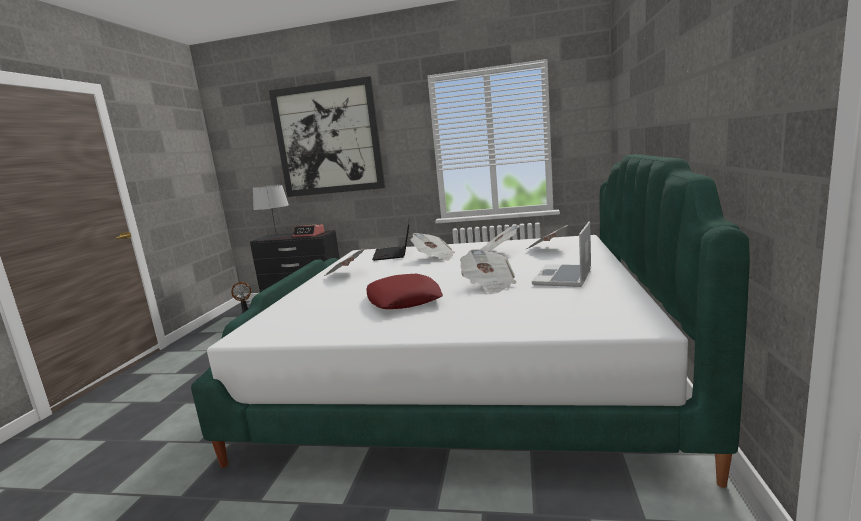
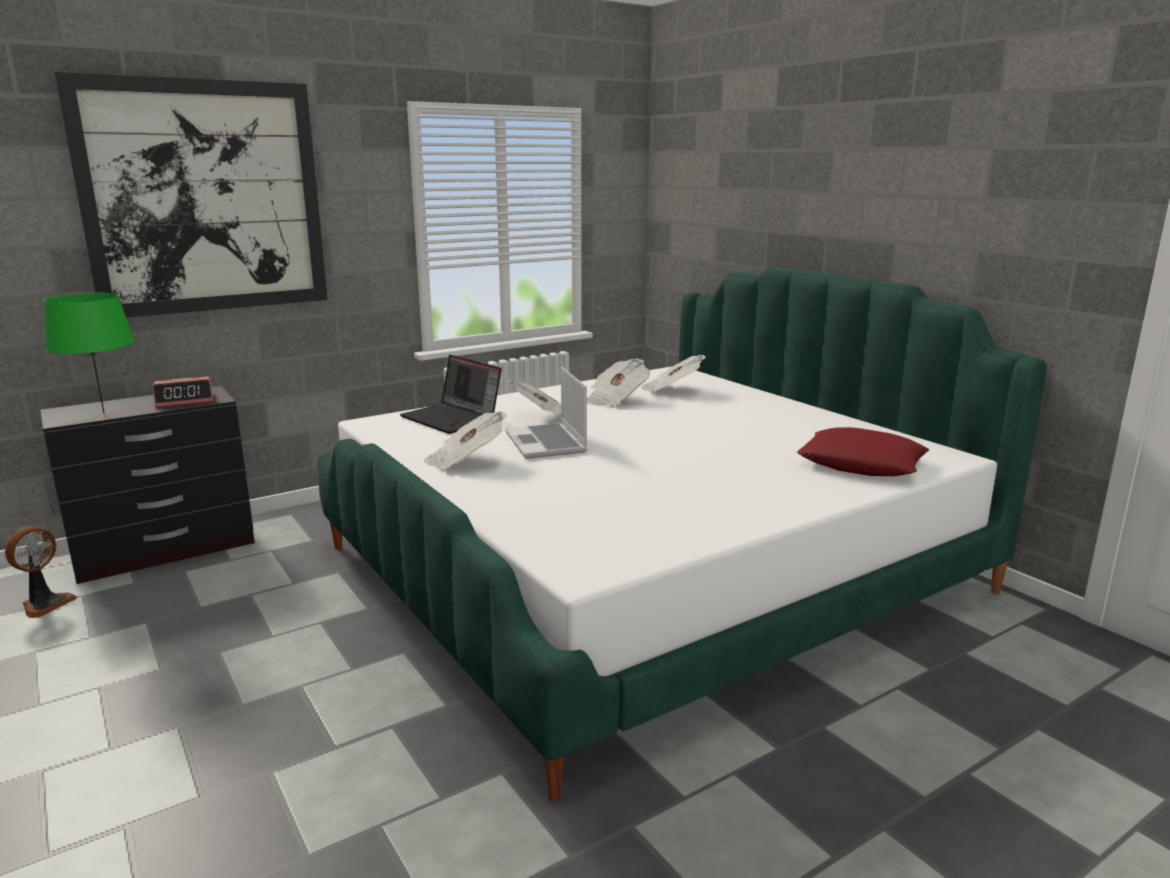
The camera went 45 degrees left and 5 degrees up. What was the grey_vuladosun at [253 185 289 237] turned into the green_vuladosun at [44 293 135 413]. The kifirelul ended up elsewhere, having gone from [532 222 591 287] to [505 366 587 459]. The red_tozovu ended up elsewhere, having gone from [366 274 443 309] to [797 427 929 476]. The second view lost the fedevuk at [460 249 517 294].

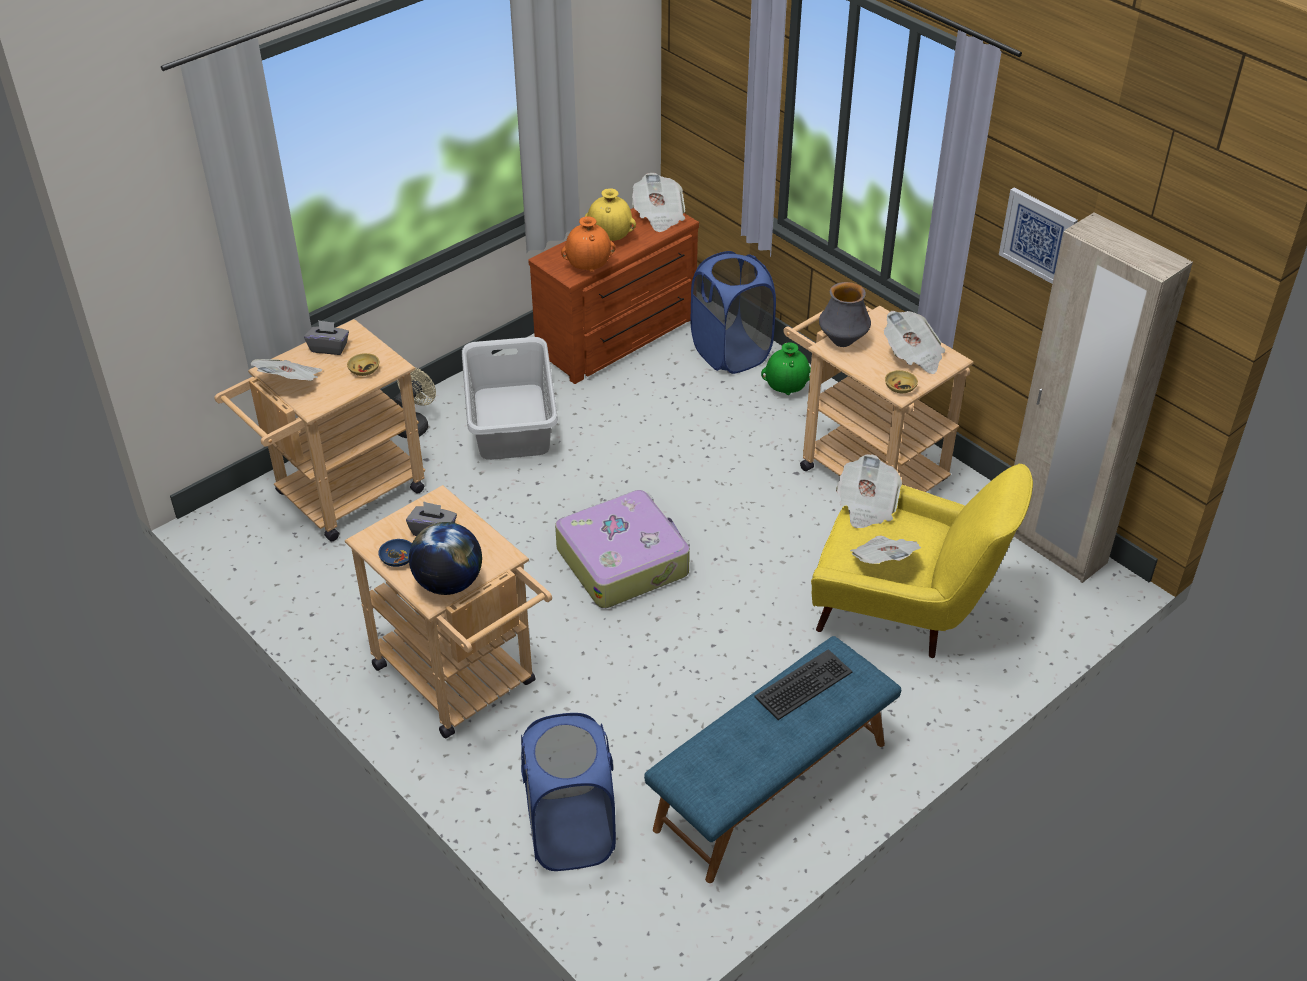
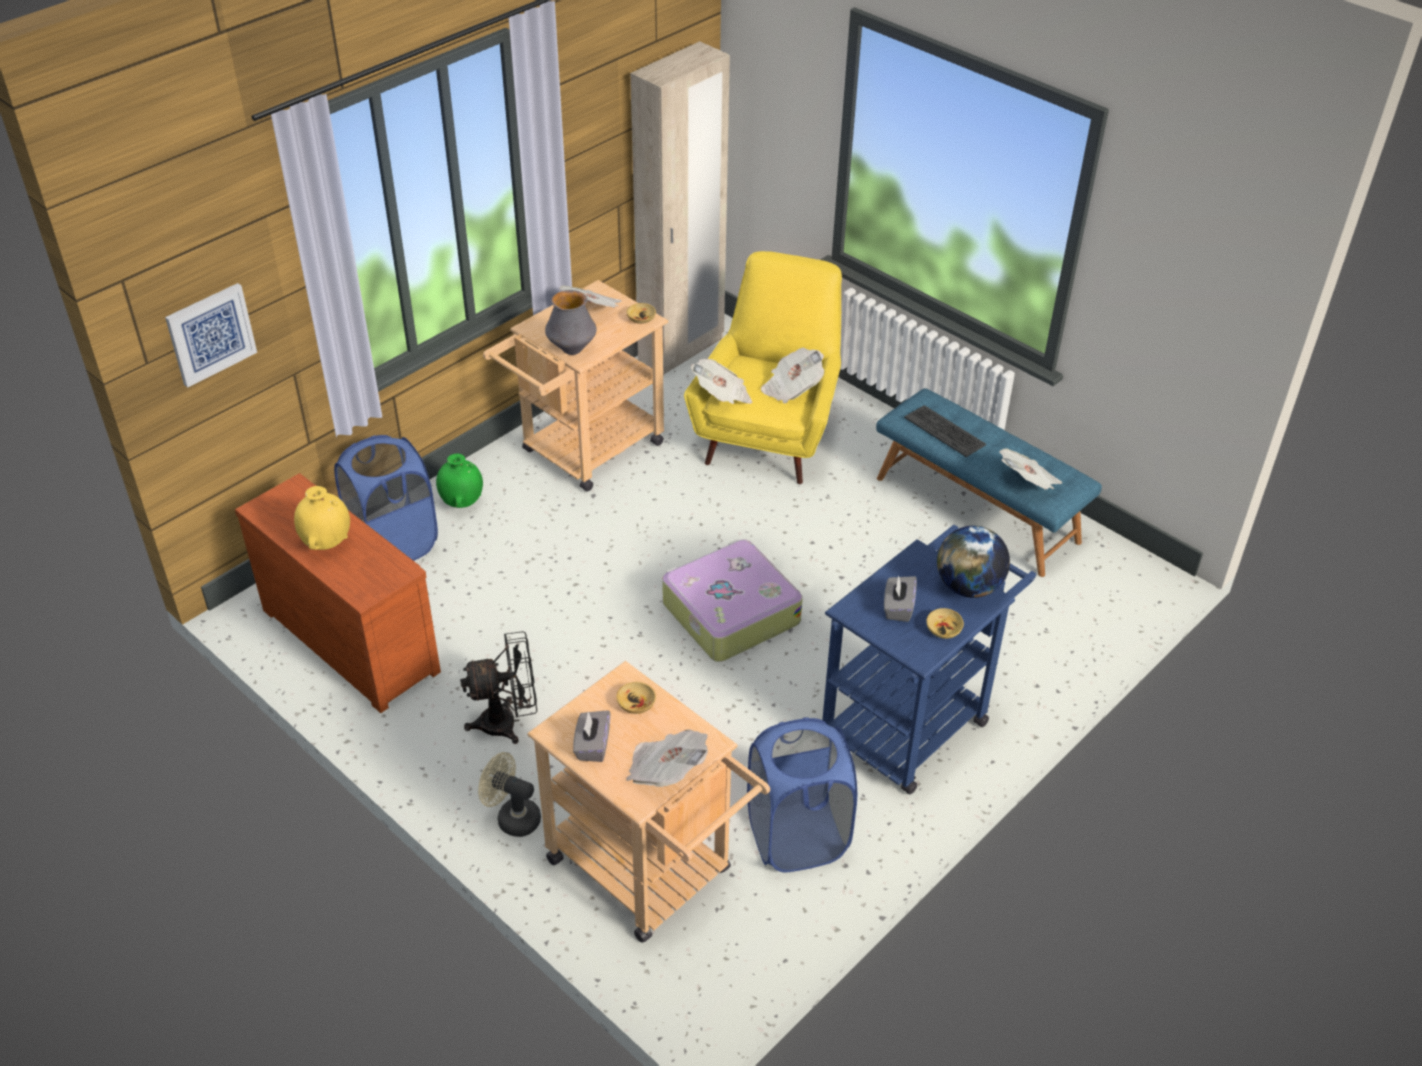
The camera went 95 degrees left and 0 degrees up. The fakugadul ended up elsewhere, having gone from [999 188 1078 284] to [165 283 257 388]. Where the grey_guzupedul stood at [462 337 558 460], the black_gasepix came to stand at [460 631 537 744]. The blue_guzupedul ended up elsewhere, having gone from [521 713 616 871] to [747 717 857 872]. What was the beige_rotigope at [345 485 552 738] turned into the blue_rotigope at [822 525 1036 794]. What was the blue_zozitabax at [378 539 412 567] turned into the beige_zozitabax at [926 608 964 639]. The fedevuk ended up elsewhere, having gone from [632 173 685 232] to [1000 448 1062 490]. The second view lost the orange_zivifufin at [561 216 615 272].

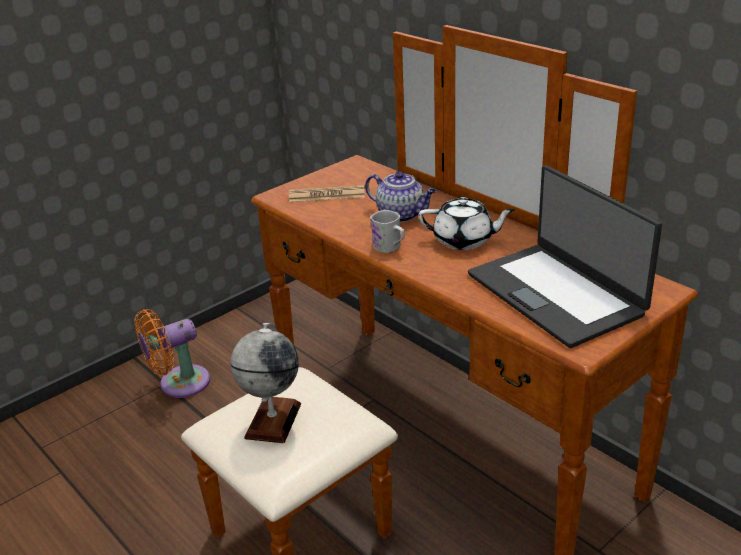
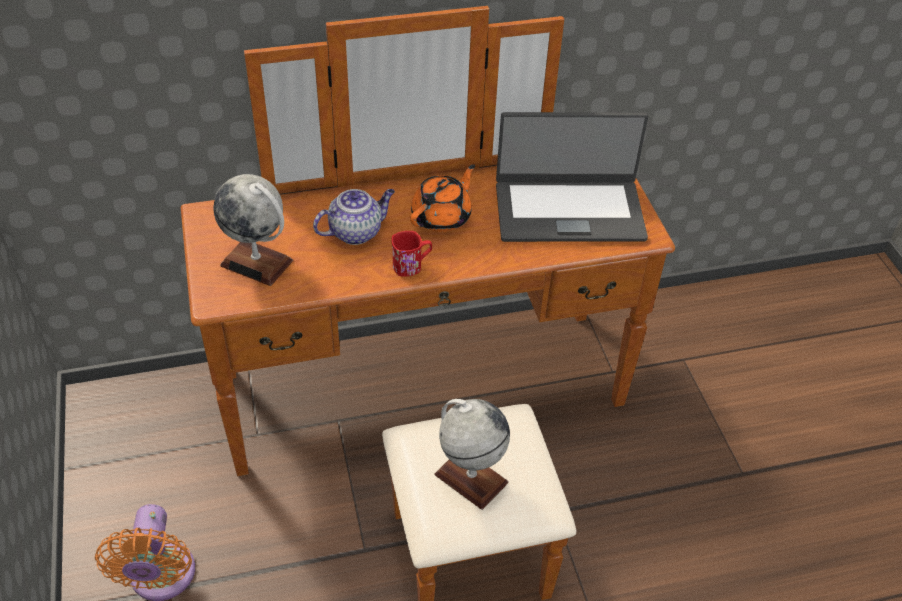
The camera went 65 degrees left and 15 degrees up. Where the fedevuk stood at [289 185 365 202], the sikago came to stand at [213 174 293 286]. What was the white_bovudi at [370 210 405 253] turned into the red_bovudi at [391 231 432 277]. What was the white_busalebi at [419 197 515 250] turned into the orange_busalebi at [410 164 475 232].

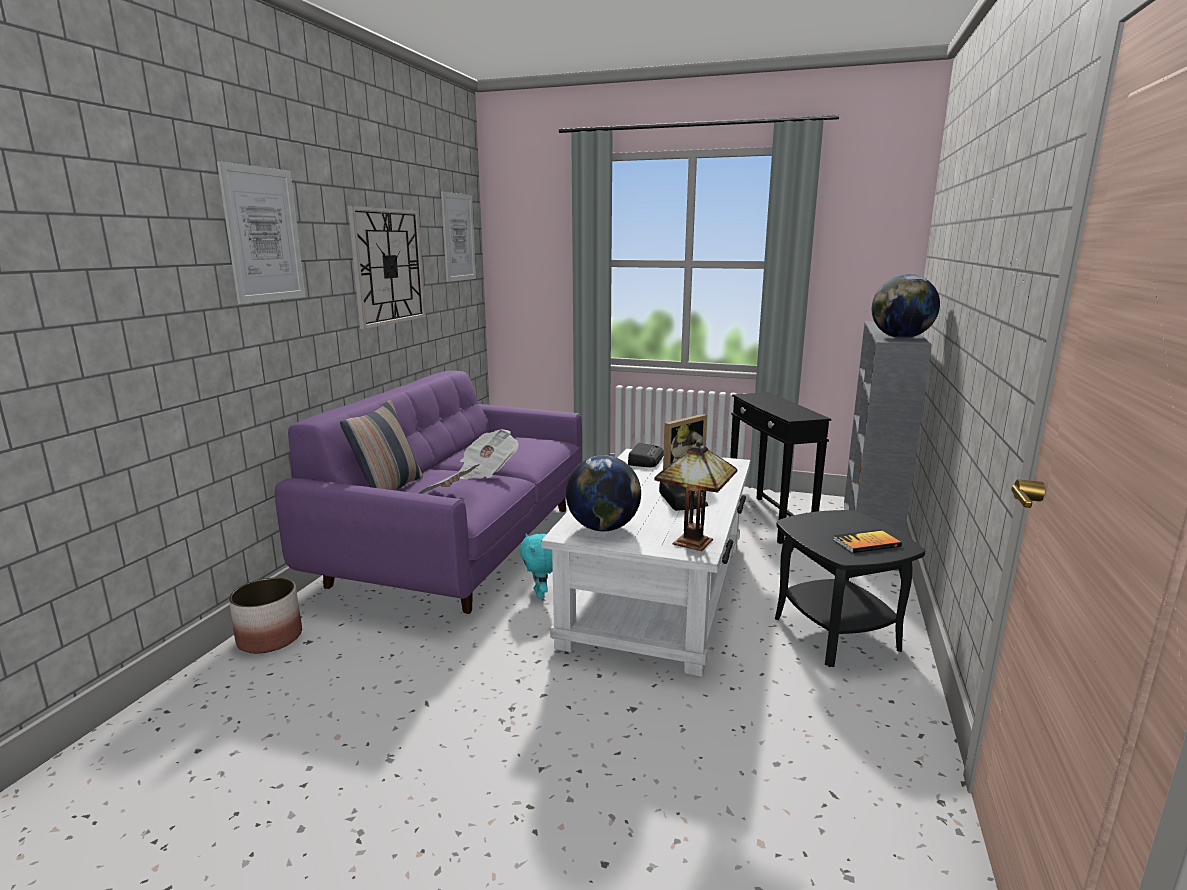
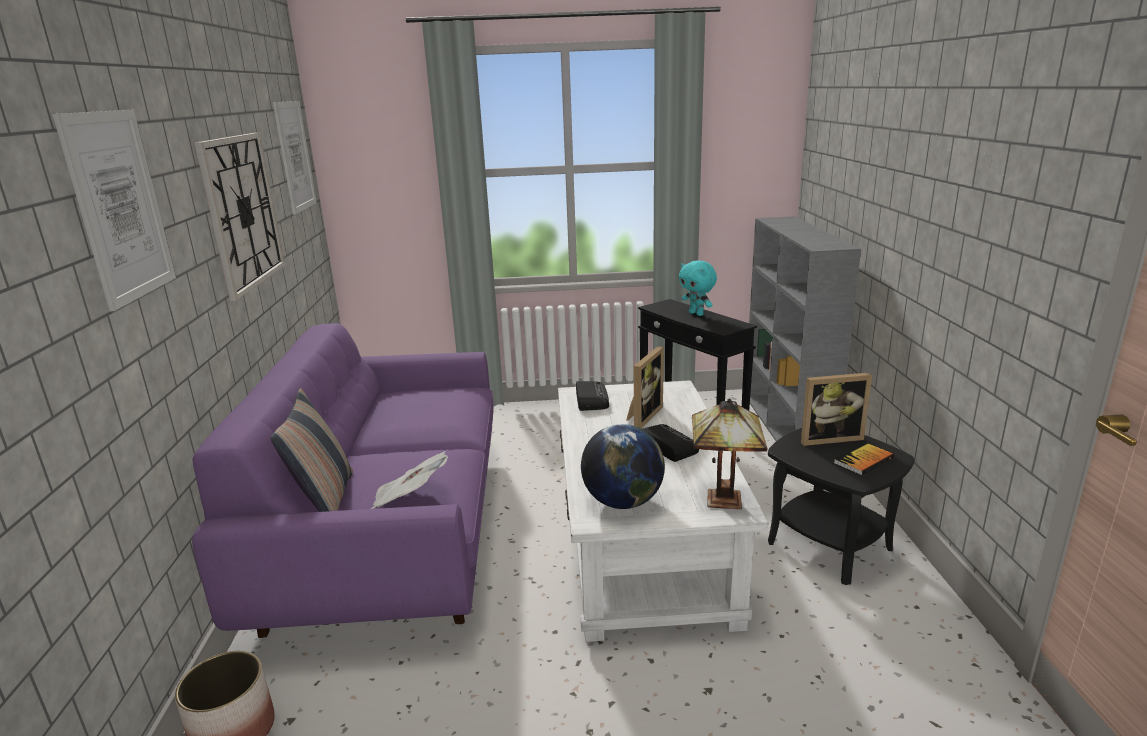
The camera went 20 degrees left and 5 degrees up. The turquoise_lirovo ended up elsewhere, having gone from [520 533 553 598] to [679 260 717 316]. The second view gained the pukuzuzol at [801 373 872 446]. The second view lost the fedevuk at [459 429 519 479]. The second view lost the sikago at [872 274 940 338].

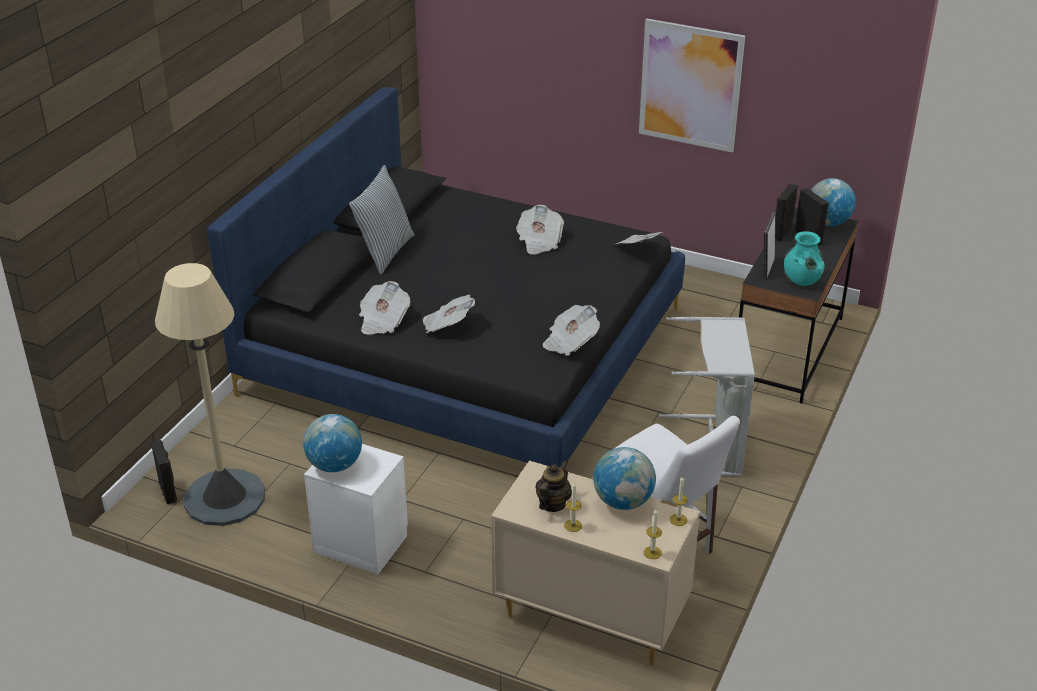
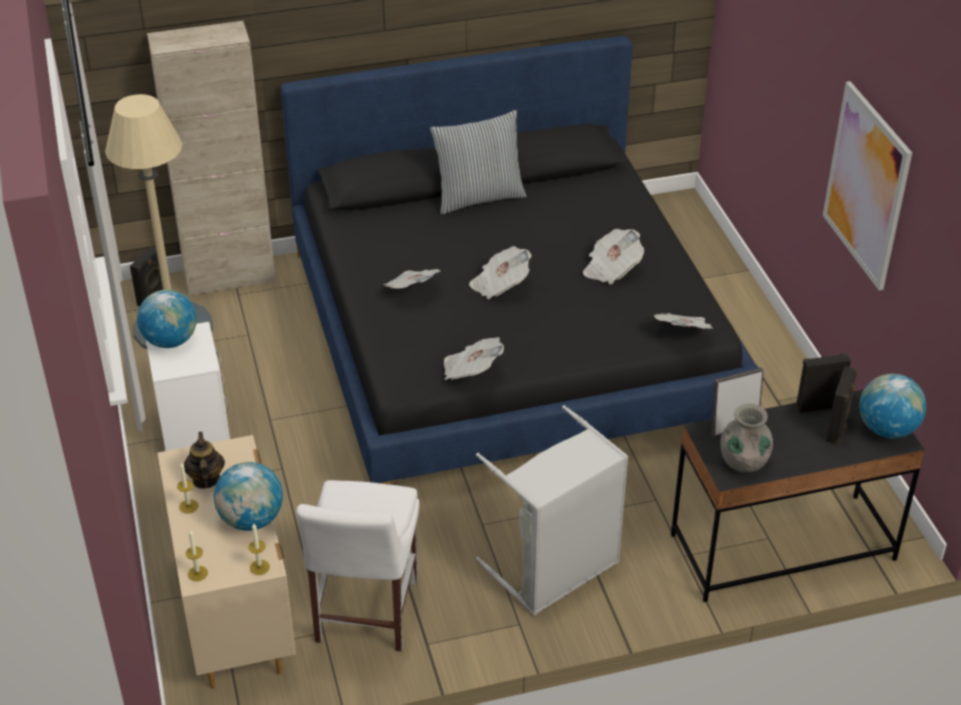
The camera went 50 degrees right and 5 degrees up. The second view gained the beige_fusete at [147 21 276 296]. The busalebi at [535 461 572 512] ended up facing another way, 90 degrees counterclockwise from before. The fedevuk ended up elsewhere, having gone from [359 281 410 335] to [469 246 532 299]. What was the turquoise_zivifufin at [784 231 825 286] turned into the grey_zivifufin at [720 404 773 473].

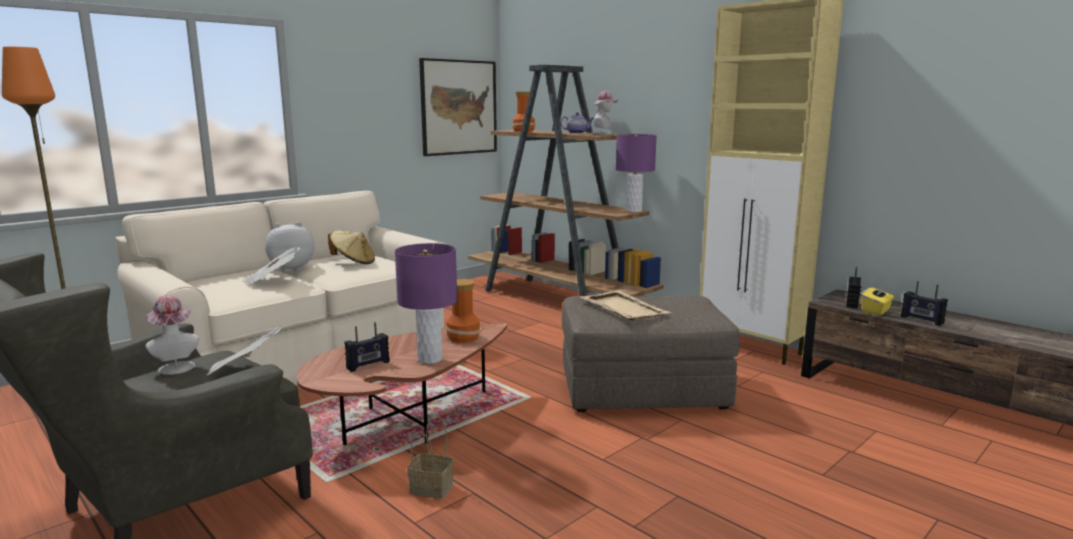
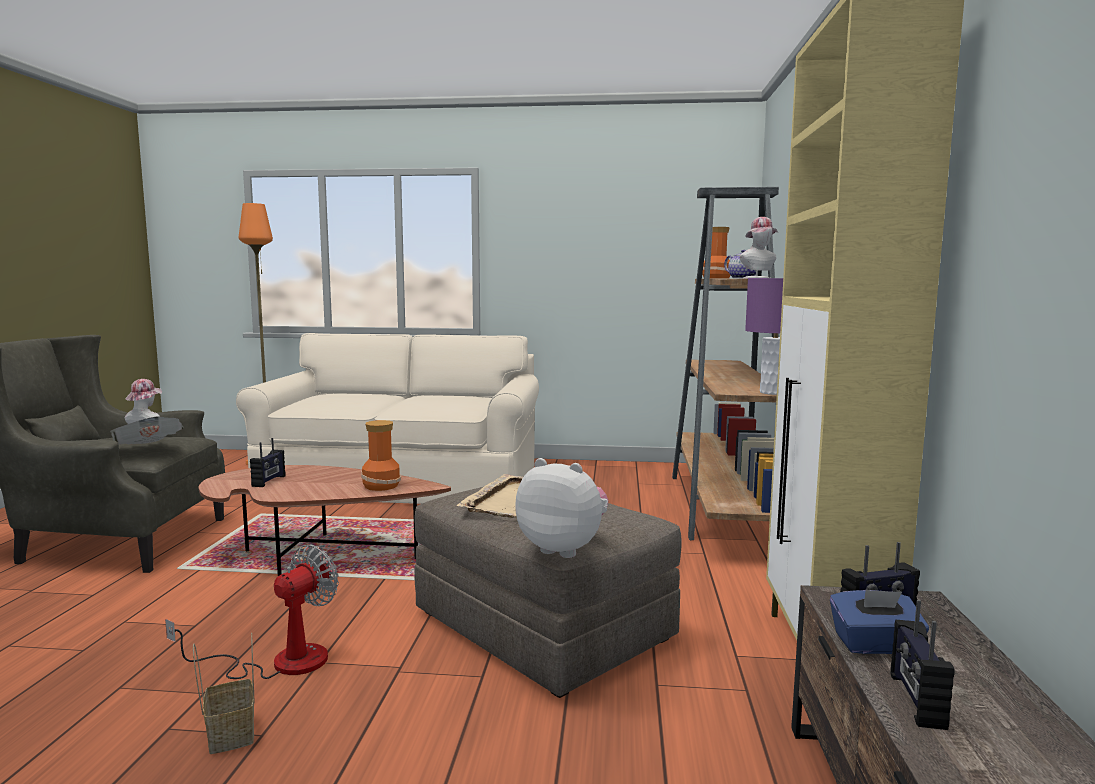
The camera went 50 degrees right and 5 degrees down. The second view gained the gasepix at [165 544 339 679]. The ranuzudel ended up elsewhere, having gone from [407 415 454 499] to [193 633 255 754]. The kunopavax at [344 322 390 372] ended up facing another way, 90 degrees counterclockwise from before. The lirovo ended up elsewhere, having gone from [265 222 314 272] to [515 458 609 558]. What was the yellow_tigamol at [862 285 894 315] turned into the blue_tigamol at [830 590 929 654]. The second view lost the fedevuk at [242 247 300 284]. The second view lost the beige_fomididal at [328 230 375 264]. The second view lost the purple_vuladosun at [395 243 457 364]. The second view lost the fakugadul at [419 58 497 156].

